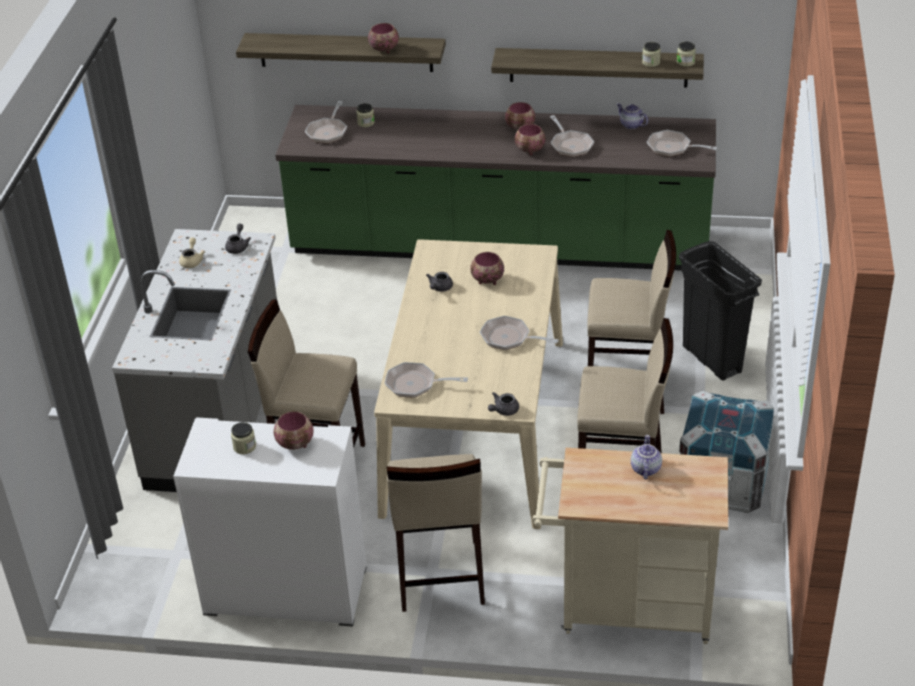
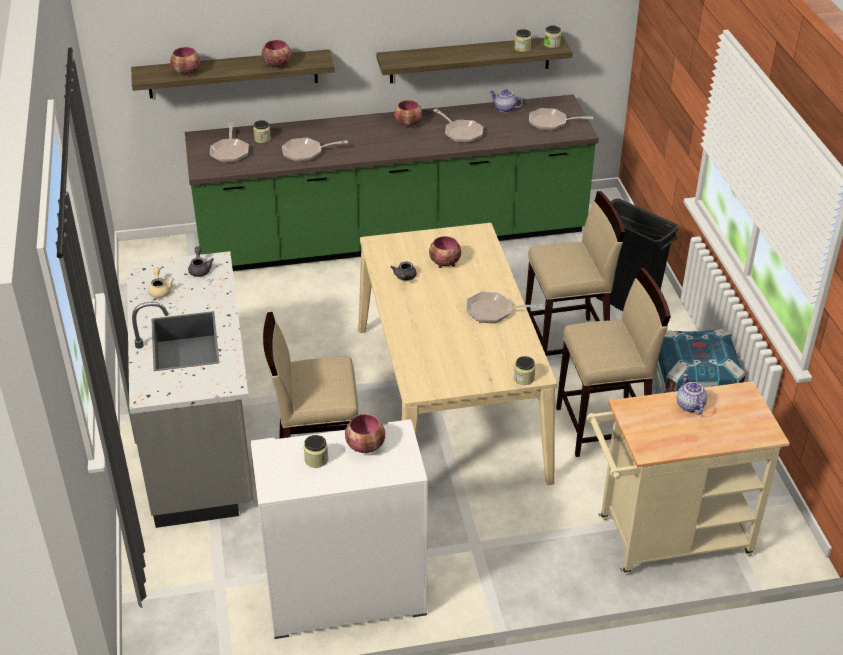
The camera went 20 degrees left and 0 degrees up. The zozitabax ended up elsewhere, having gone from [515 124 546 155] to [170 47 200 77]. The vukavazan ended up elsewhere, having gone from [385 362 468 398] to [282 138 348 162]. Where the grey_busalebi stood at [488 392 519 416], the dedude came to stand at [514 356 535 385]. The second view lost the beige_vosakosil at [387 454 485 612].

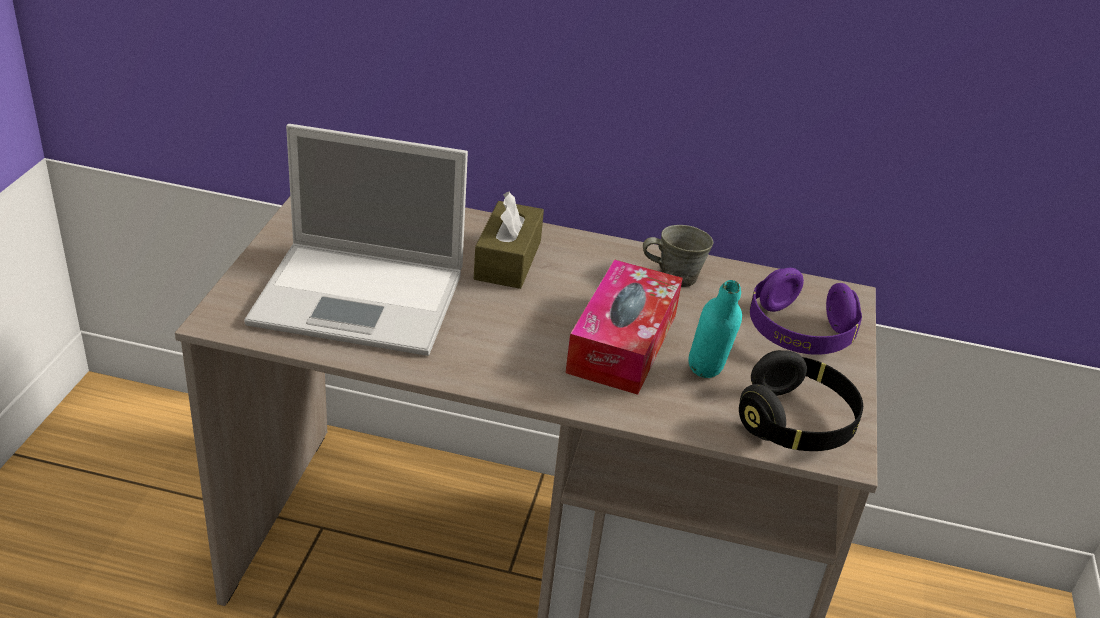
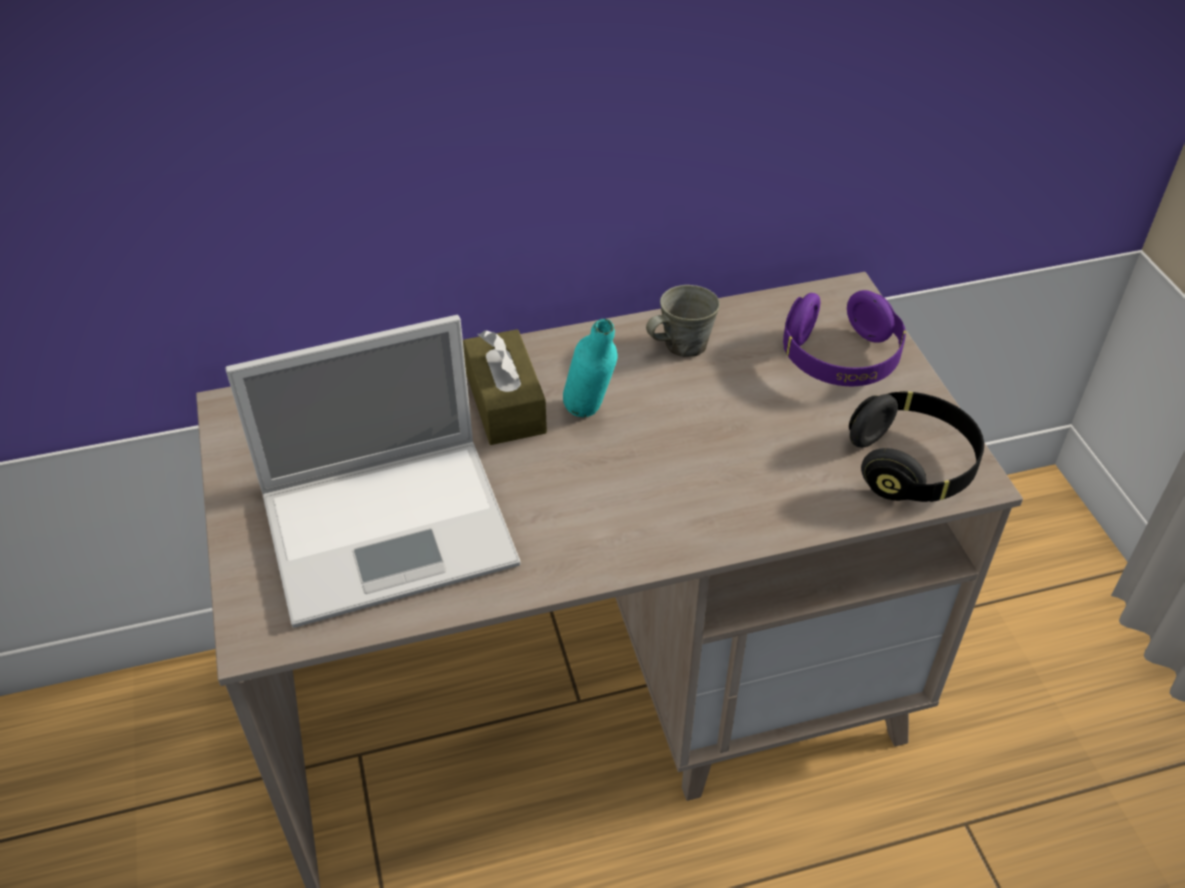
The camera went 25 degrees left and 10 degrees up. The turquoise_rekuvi ended up elsewhere, having gone from [688 280 742 378] to [563 319 618 417]. The second view lost the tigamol at [566 259 683 395].

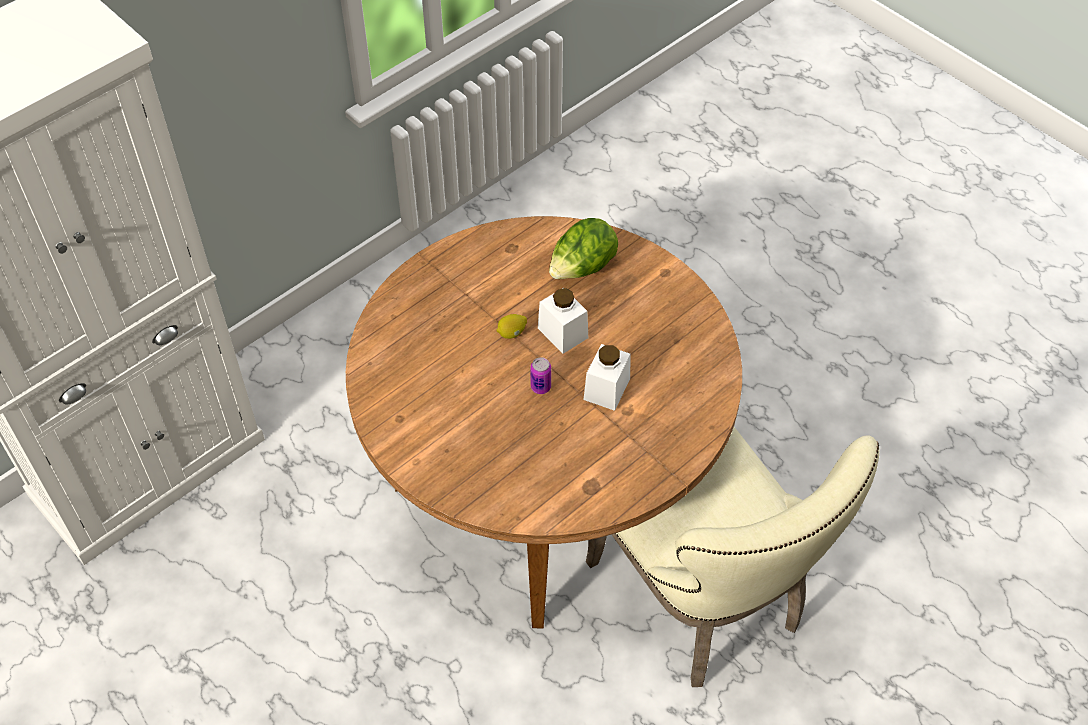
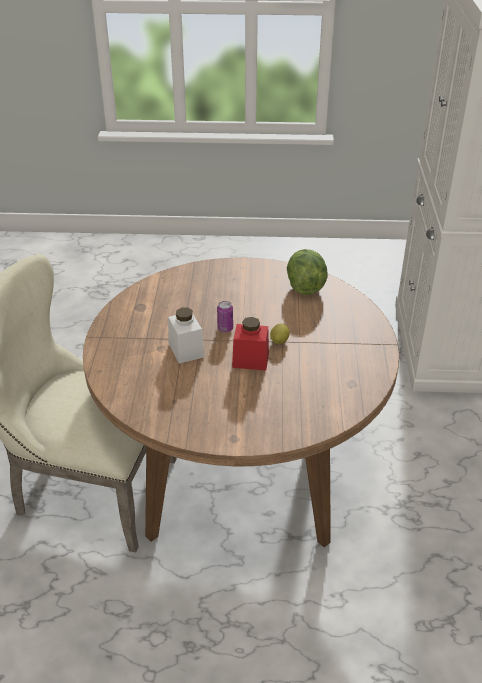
The camera went 135 degrees right and 15 degrees down. What was the white_dedude at [538 287 588 354] turned into the red_dedude at [232 317 269 371]. The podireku ended up elsewhere, having gone from [549 218 618 279] to [287 249 328 295].

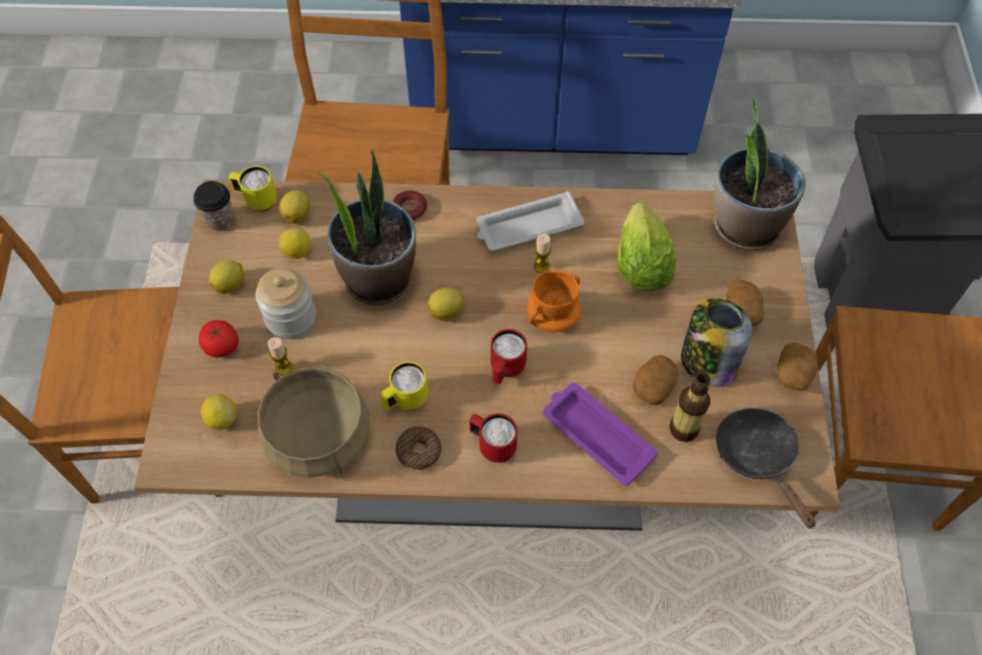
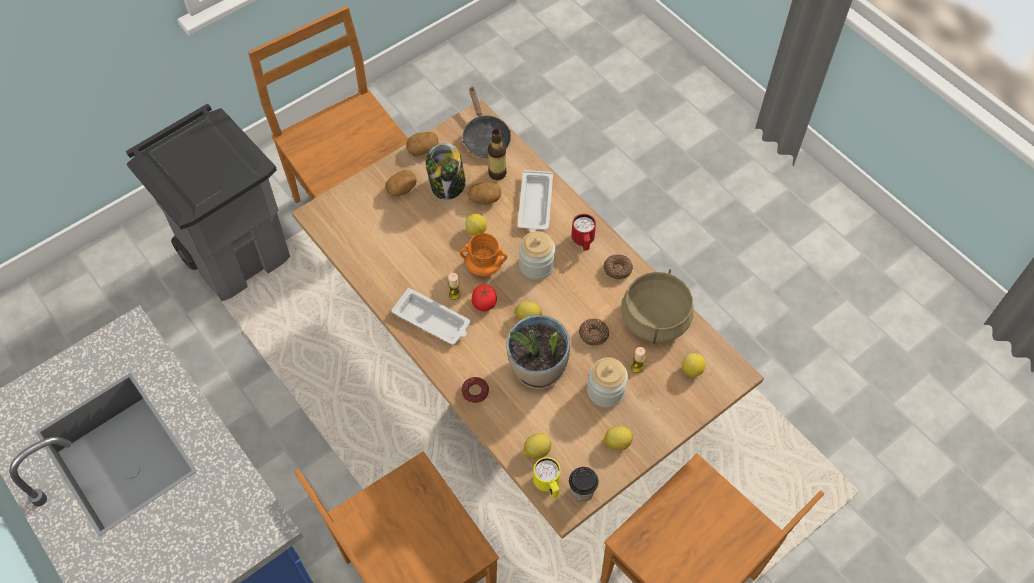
The camera went 130 degrees left and 0 degrees up. The black_vukavazan at [716 408 816 529] ended up facing another way, 45 degrees counterclockwise from before. The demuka ended up elsewhere, having gone from [279 228 311 259] to [465 214 487 236]. The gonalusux ended up elsewhere, having gone from [199 320 239 357] to [472 285 497 312]. What was the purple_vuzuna at [543 383 658 485] turned into the white_vuzuna at [518 170 553 232]. Where the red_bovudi stood at [491 329 527 384], the dedude came to stand at [519 231 555 280]. The second view gained the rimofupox at [579 319 609 346]. The second view lost the yellow_bovudi at [380 361 428 410]. The second view lost the podireku at [617 203 676 291]. The second view lost the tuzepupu at [714 98 806 251].

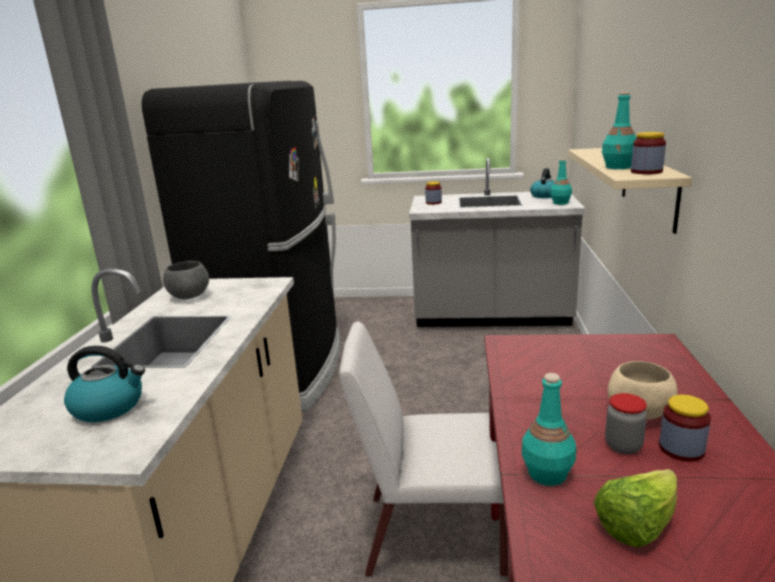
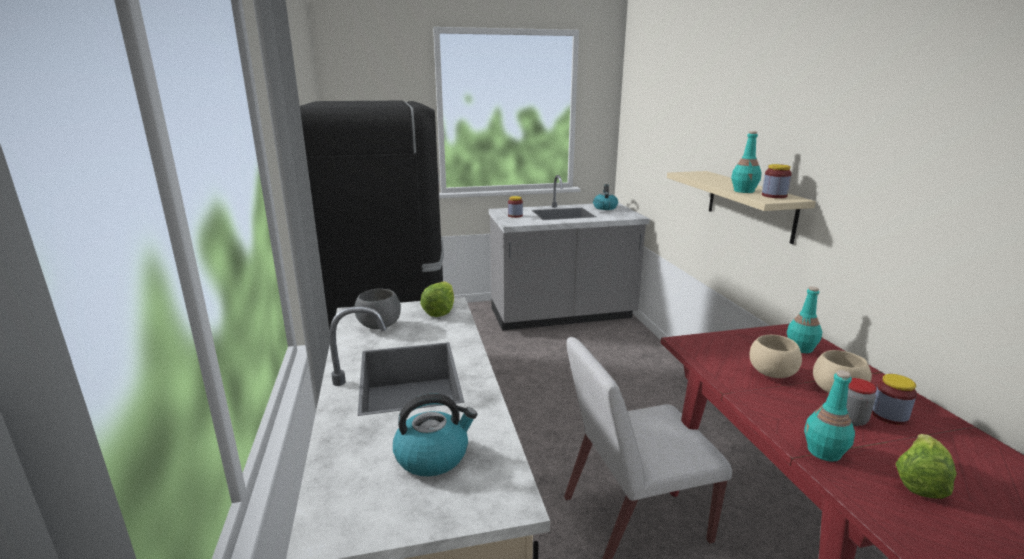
The camera went 20 degrees left and 0 degrees up. The second view gained the podireku at [420 281 454 317]. The second view gained the beige_zozitabax at [750 335 802 378]. The turquoise_rekuvi ended up elsewhere, having gone from [551 159 572 205] to [787 286 822 353].

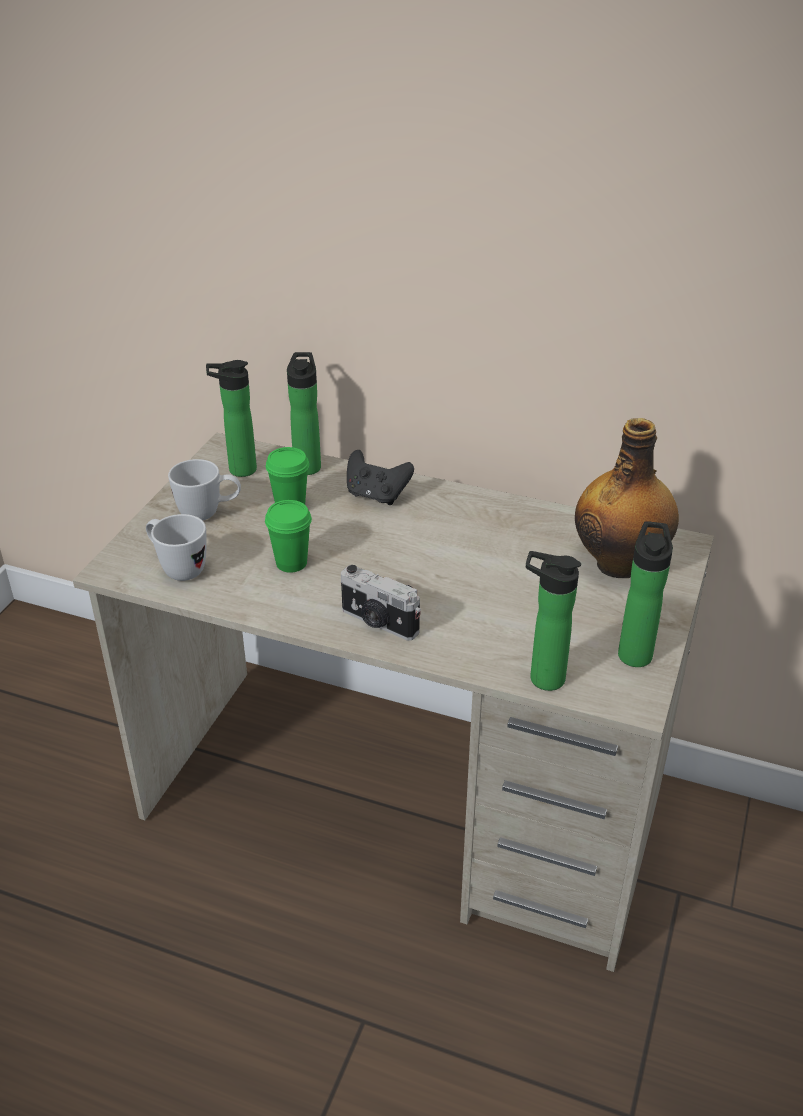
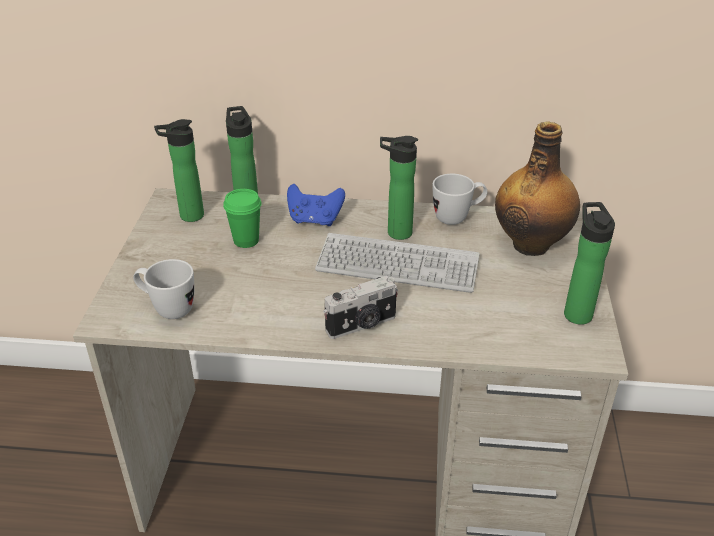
The camera went 15 degrees left and 0 degrees up. What was the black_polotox at [347 450 414 505] turned into the blue_polotox at [287 184 345 226]. The second view gained the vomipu at [315 233 480 293]. The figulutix at [341 565 421 641] ended up facing another way, 45 degrees counterclockwise from before. The rekuvi ended up elsewhere, having gone from [526 551 581 691] to [380 136 418 240]. The white_bovudi ended up elsewhere, having gone from [168 459 241 521] to [433 174 487 225]. The second view lost the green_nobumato at [265 500 312 573].

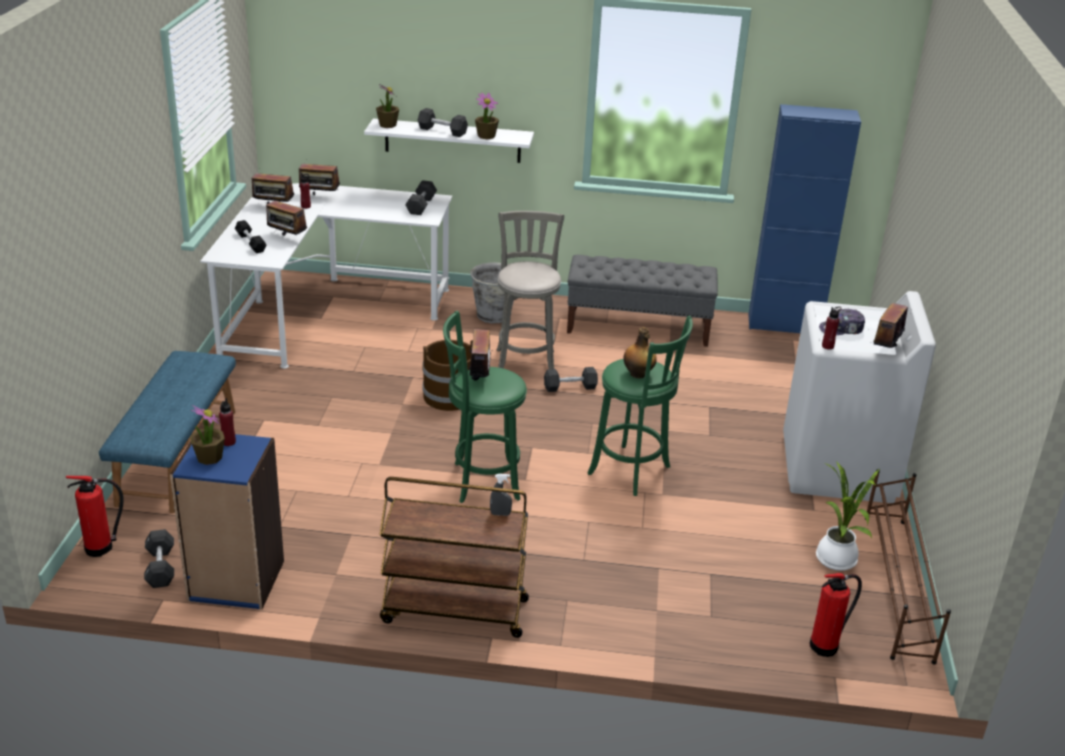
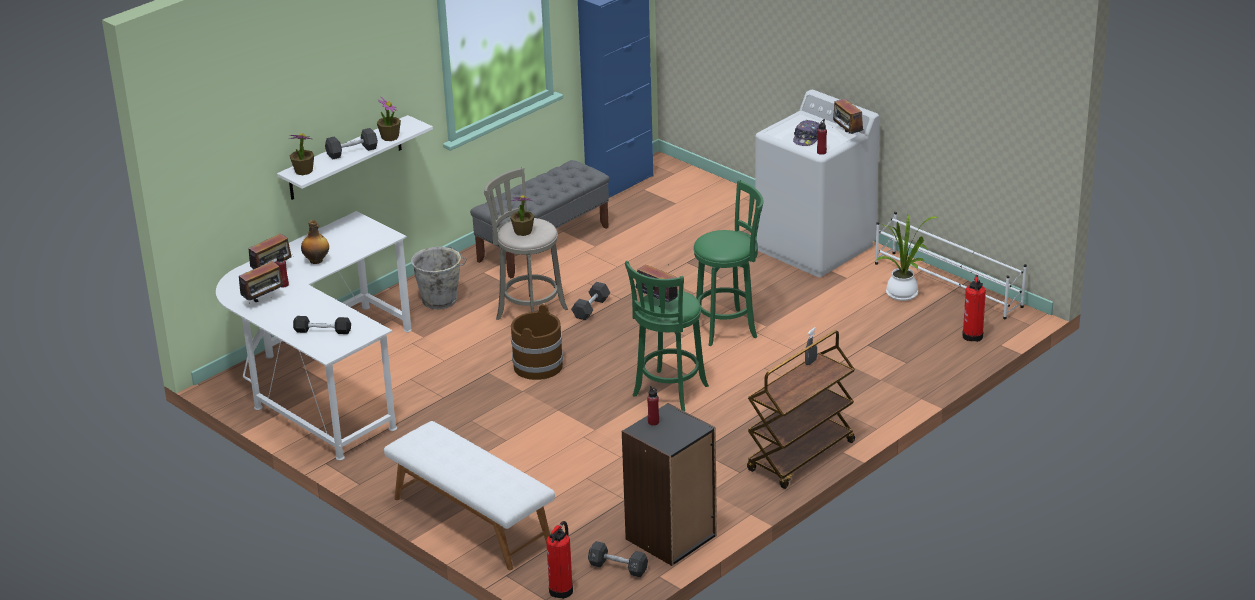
The camera went 50 degrees left and 0 degrees up. The rekuvi ended up elsewhere, having gone from [623 327 657 378] to [301 220 329 264]. What was the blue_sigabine at [99 351 236 513] turned into the white_sigabine at [384 421 555 570]. The tuzepupu ended up elsewhere, having gone from [190 405 225 465] to [510 195 534 236]. What was the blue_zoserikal at [170 434 284 610] turned into the black_zoserikal at [622 403 717 566]. What was the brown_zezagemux at [865 469 951 665] turned into the white_zezagemux at [875 212 1027 319]. The second view lost the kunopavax at [266 196 307 236]. The second view lost the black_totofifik at [405 180 437 215].

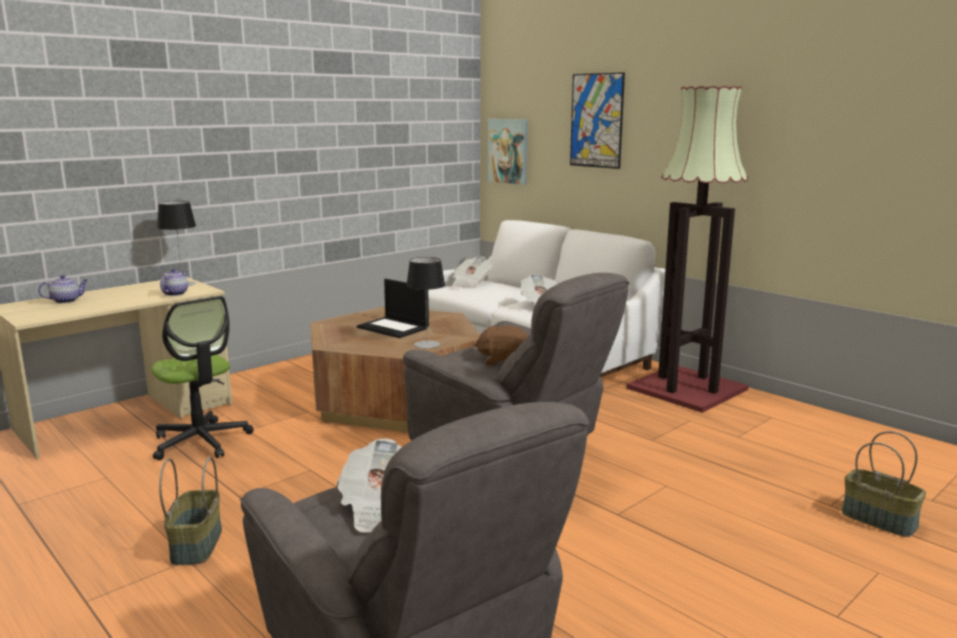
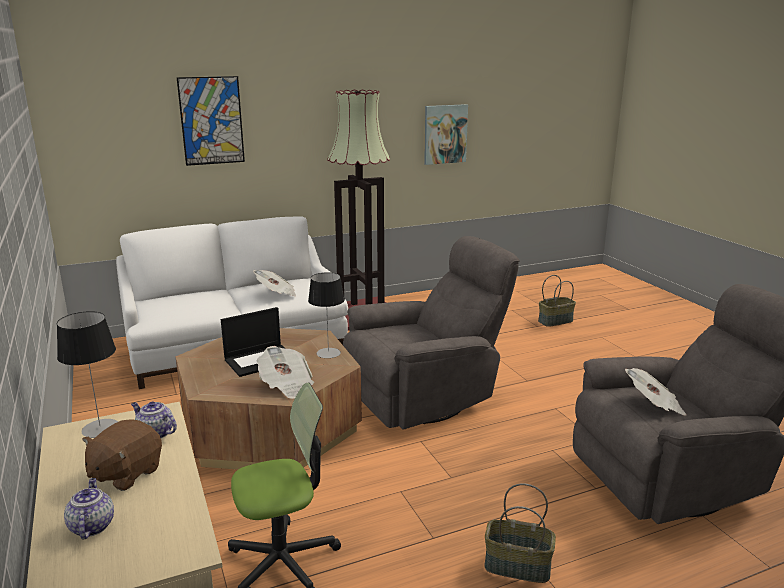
The camera went 70 degrees left and 5 degrees up. The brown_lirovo ended up elsewhere, having gone from [474 326 528 366] to [82 420 162 491]. The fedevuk ended up elsewhere, having gone from [452 256 493 287] to [257 346 314 399]. The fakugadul ended up elsewhere, having gone from [488 119 527 185] to [424 104 468 165].

